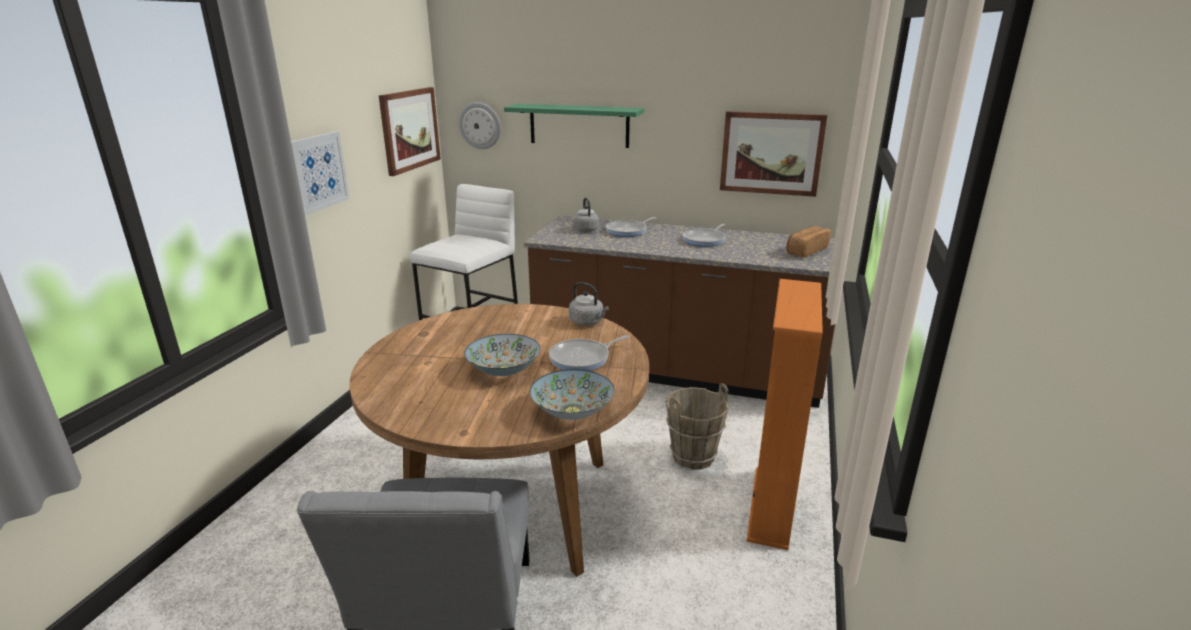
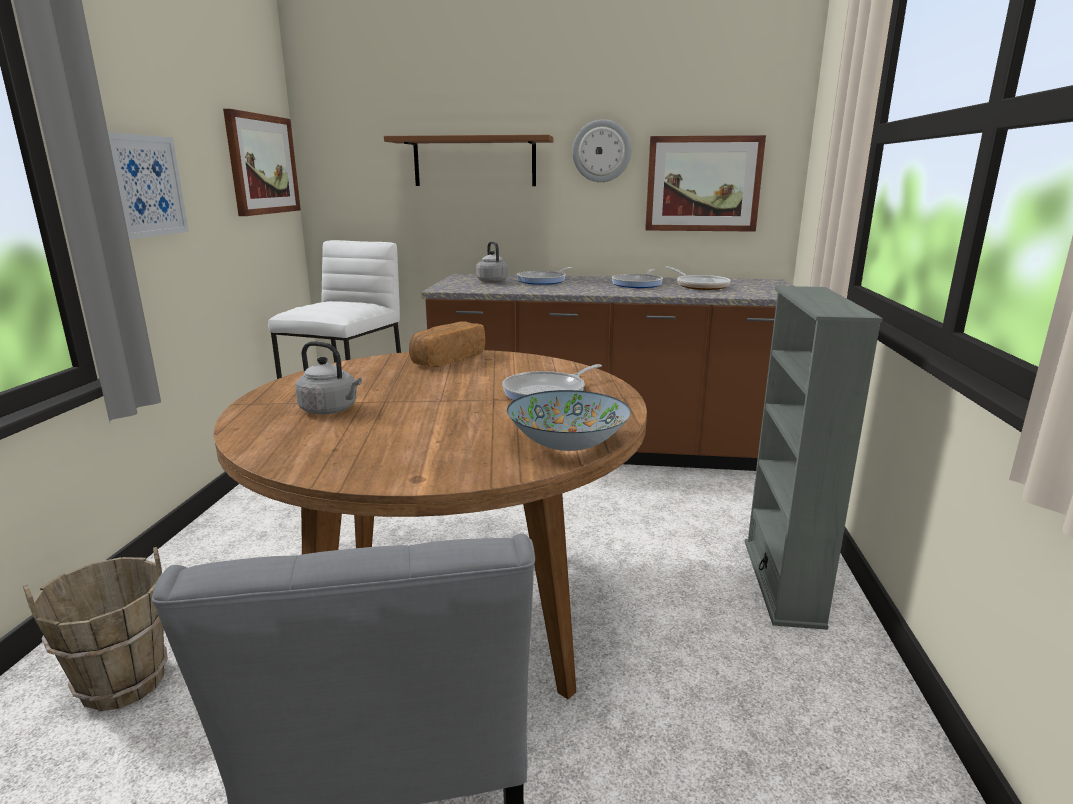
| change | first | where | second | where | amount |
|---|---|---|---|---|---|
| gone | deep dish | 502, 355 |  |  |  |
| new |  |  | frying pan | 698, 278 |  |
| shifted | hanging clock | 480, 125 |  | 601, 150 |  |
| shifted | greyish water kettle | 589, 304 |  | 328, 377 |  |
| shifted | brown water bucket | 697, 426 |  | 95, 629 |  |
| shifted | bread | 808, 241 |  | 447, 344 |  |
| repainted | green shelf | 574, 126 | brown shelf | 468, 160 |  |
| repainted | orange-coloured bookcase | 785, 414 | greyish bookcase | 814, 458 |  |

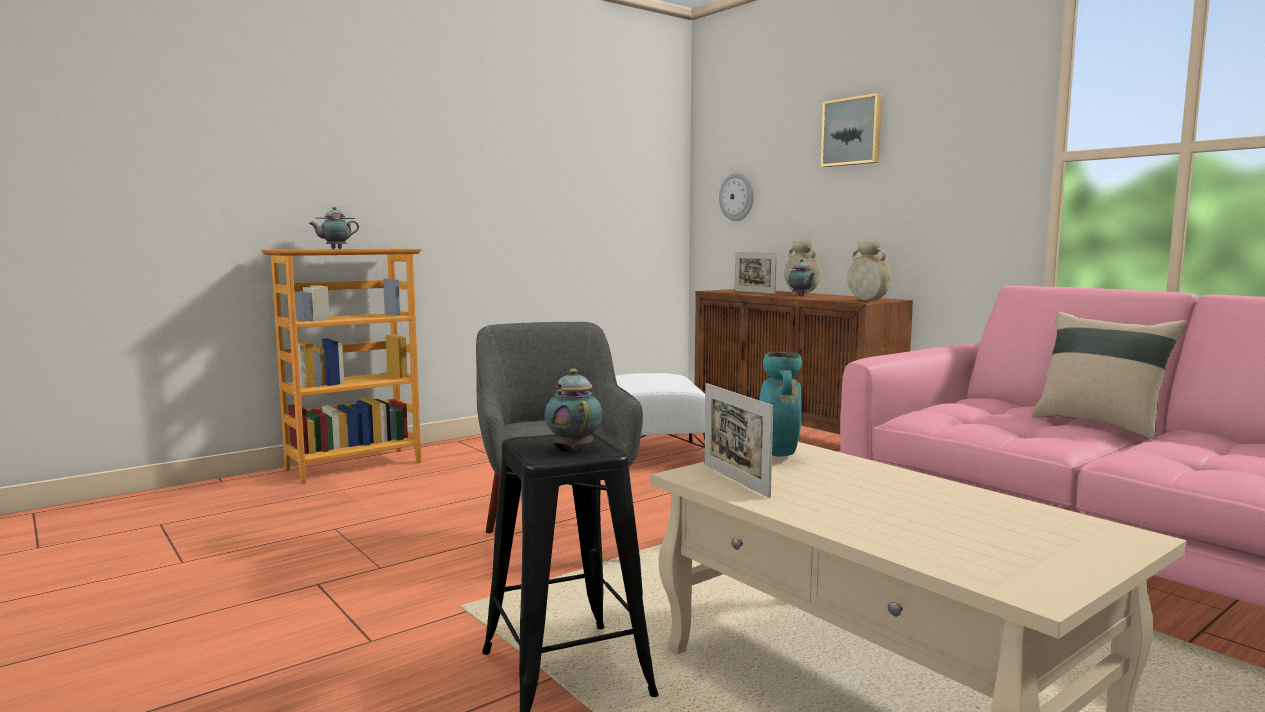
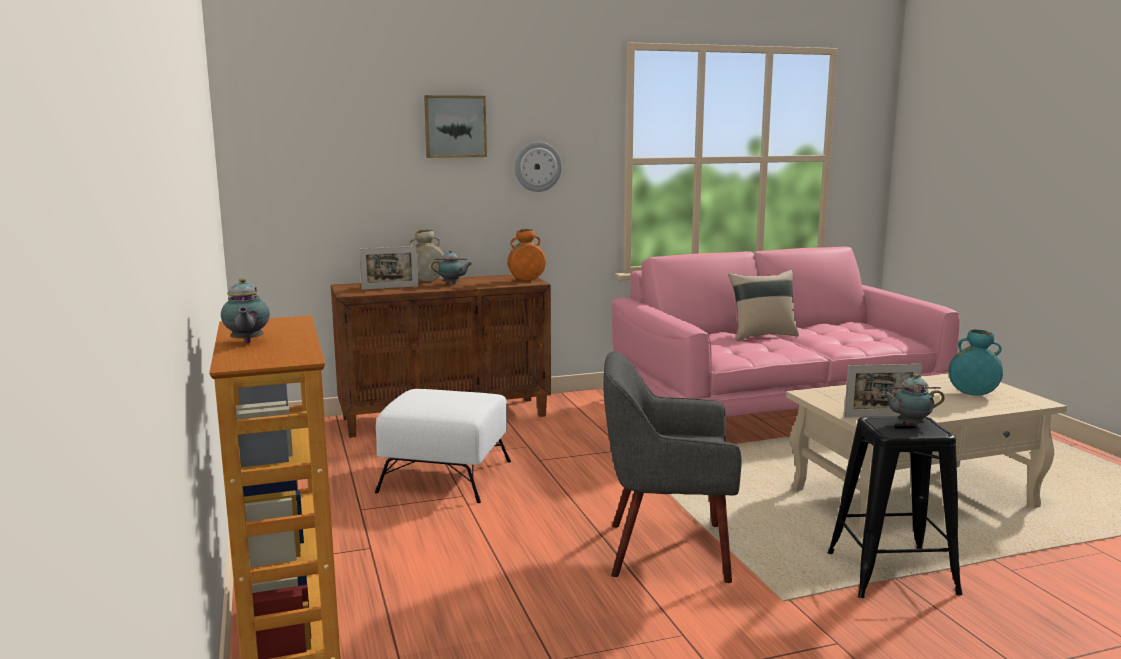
| change | first | where | second | where | amount |
|---|---|---|---|---|---|
| shifted | hanging clock | 736, 197 |  | 538, 167 |  |
| shifted | turquoise-coloured flower vase | 780, 404 |  | 975, 362 |  |
| repainted | sand-coloured flower vase | 869, 271 | orange-coloured flower vase | 526, 255 |  |

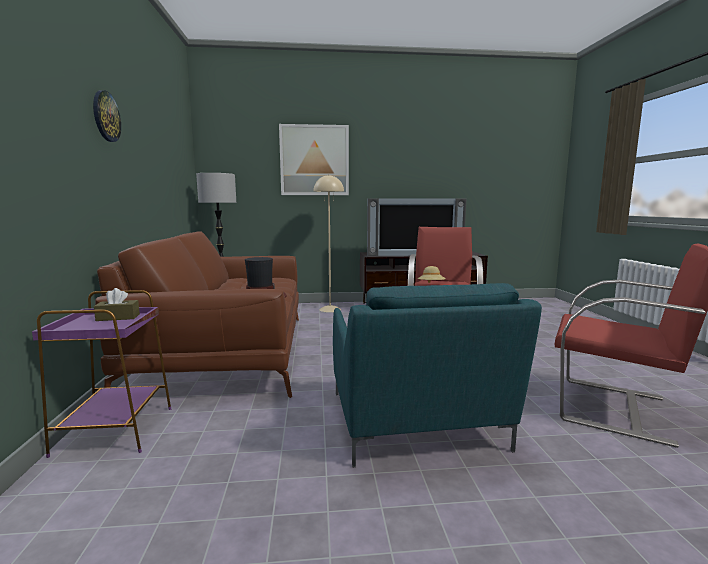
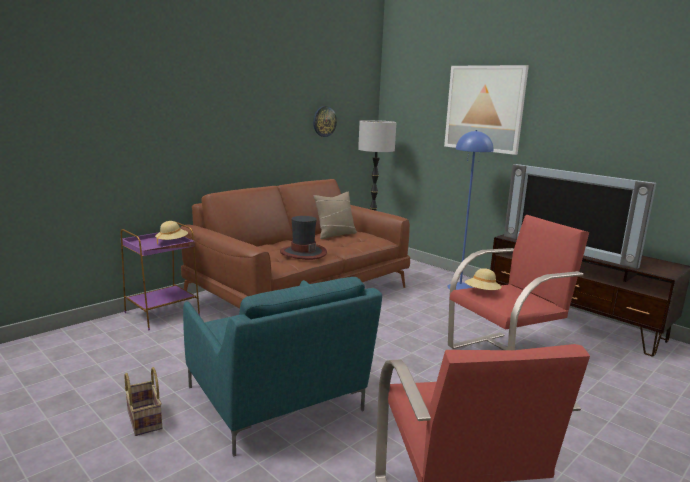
| change | first | where | second | where | amount |
|---|---|---|---|---|---|
| new |  |  | storage basket | 143, 401 |  |
| new |  |  | sand-coloured cushion | 335, 215 |  |
| shifted | hanging clock | 107, 116 |  | 325, 121 |  |
| swapped | brown tissue holder | 117, 304 | sand-coloured wearable hat | 171, 233 |  |
| repainted | sand-coloured standing lamp | 328, 243 | blue standing lamp | 470, 210 |  |
| rotated | turquoise-coloured armchair | 437, 375 |  | 282, 367 | 75 degrees counterclockwise |

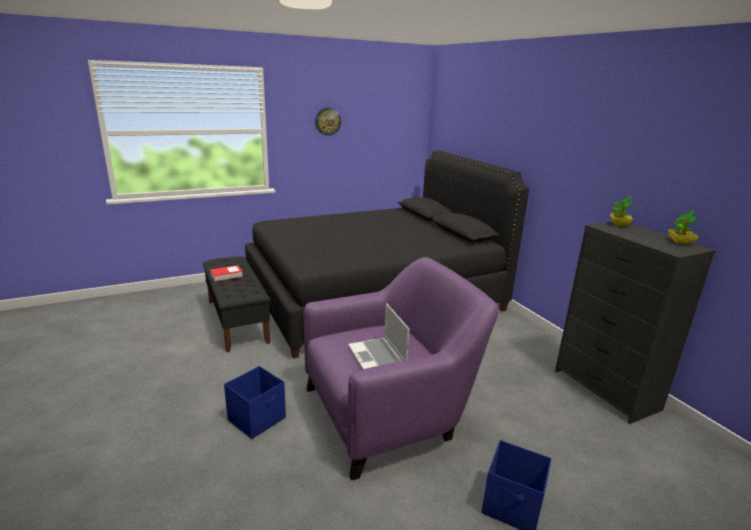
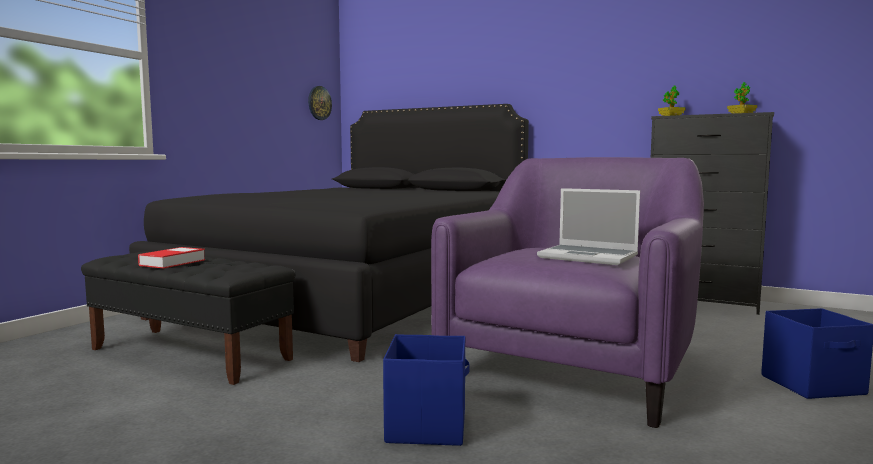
| change | first | where | second | where | amount |
|---|---|---|---|---|---|
| shifted | hanging clock | 328, 121 |  | 320, 103 |  |

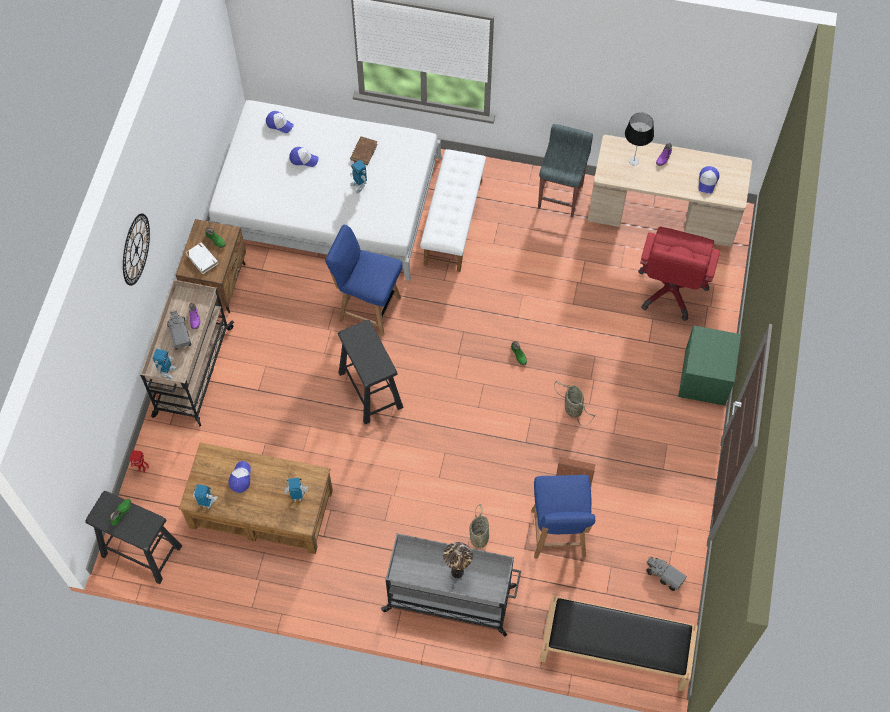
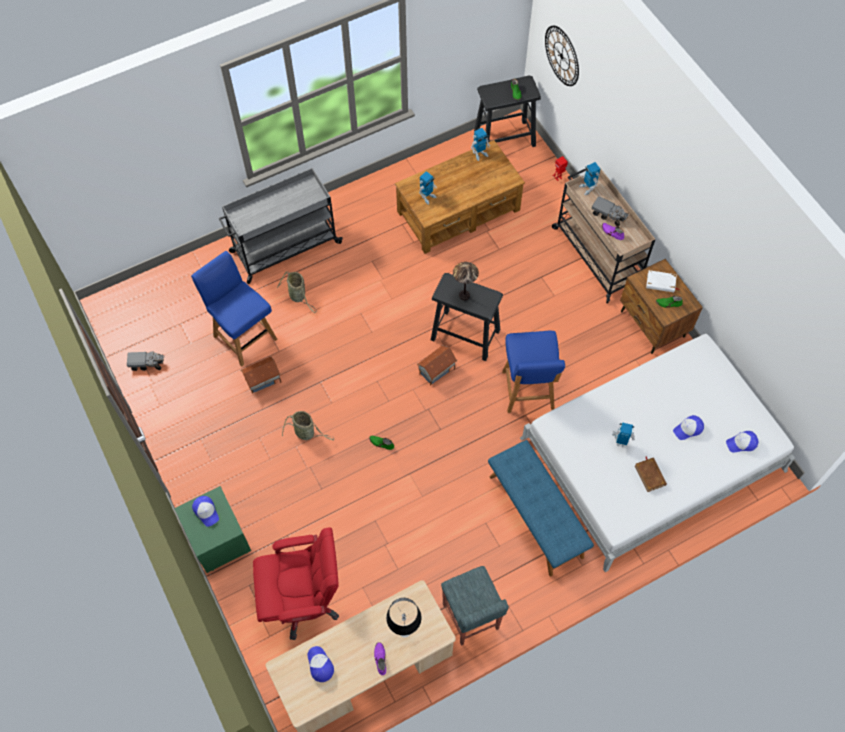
| change | first | where | second | where | amount |
|---|---|---|---|---|---|
| gone | black-coloured indoor bench | 619, 643 |  |  |  |
| new |  |  | toy house | 437, 365 |  |
| shifted | hanging clock | 136, 249 |  | 562, 55 |  |
| shifted | peaked cap | 239, 477 |  | 205, 511 |  |
| shifted | lamp for a table | 458, 560 |  | 466, 281 |  |
| repainted | white-coloured indoor bench | 453, 210 | blue indoor bench | 541, 508 |  |
| rotated | blue upright chair | 364, 280 |  | 533, 372 | 105 degrees clockwise |
| rotated | red computer chair | 679, 273 |  | 296, 583 | 105 degrees clockwise |

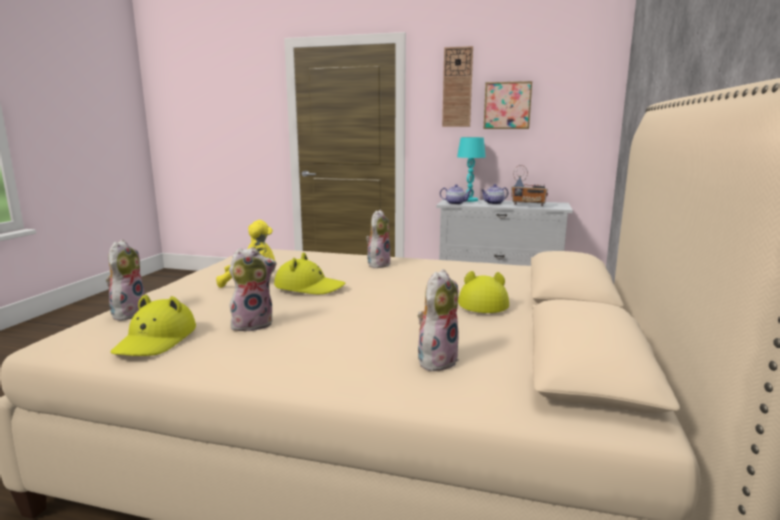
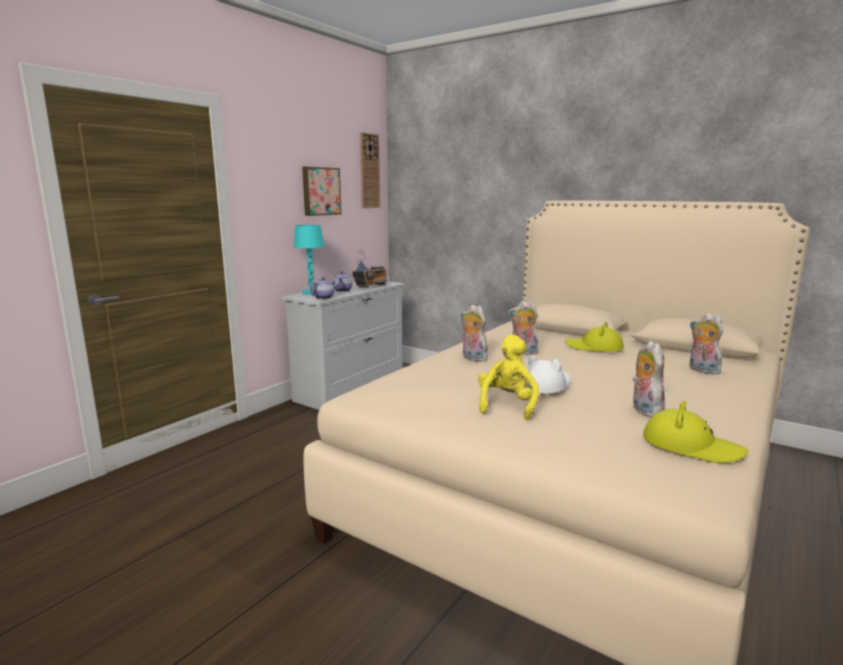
| change | first | where | second | where | amount |
|---|---|---|---|---|---|
| shifted | cuddly toy | 125, 280 |  | 523, 328 |  |
| shifted | hanging clock | 457, 86 |  | 370, 170 |  |
| repainted | yellow wearable hat | 310, 273 | white-coloured wearable hat | 548, 374 |  |

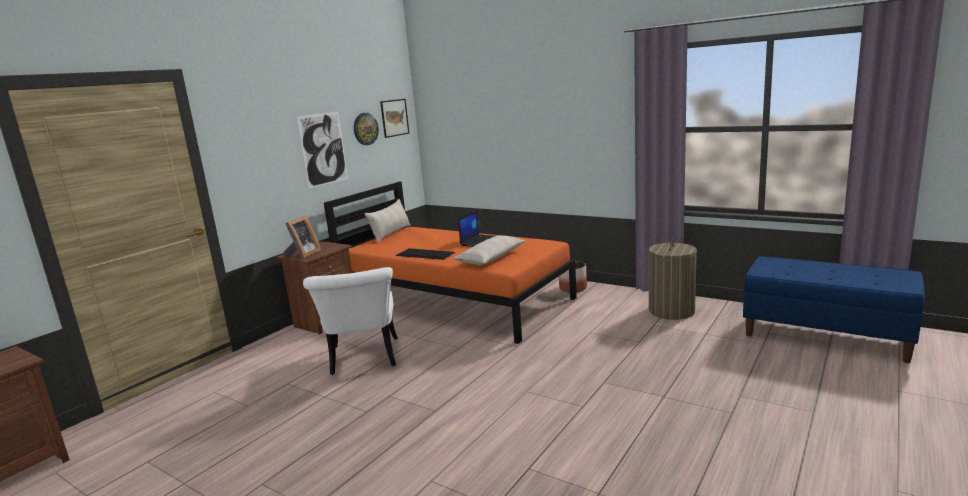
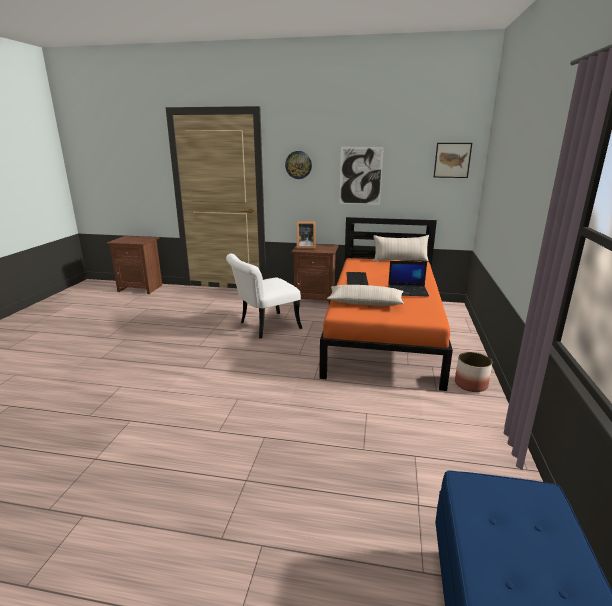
| change | first | where | second | where | amount |
|---|---|---|---|---|---|
| gone | laundry basket | 672, 279 |  |  |  |
| shifted | hanging clock | 366, 129 |  | 298, 165 |  |

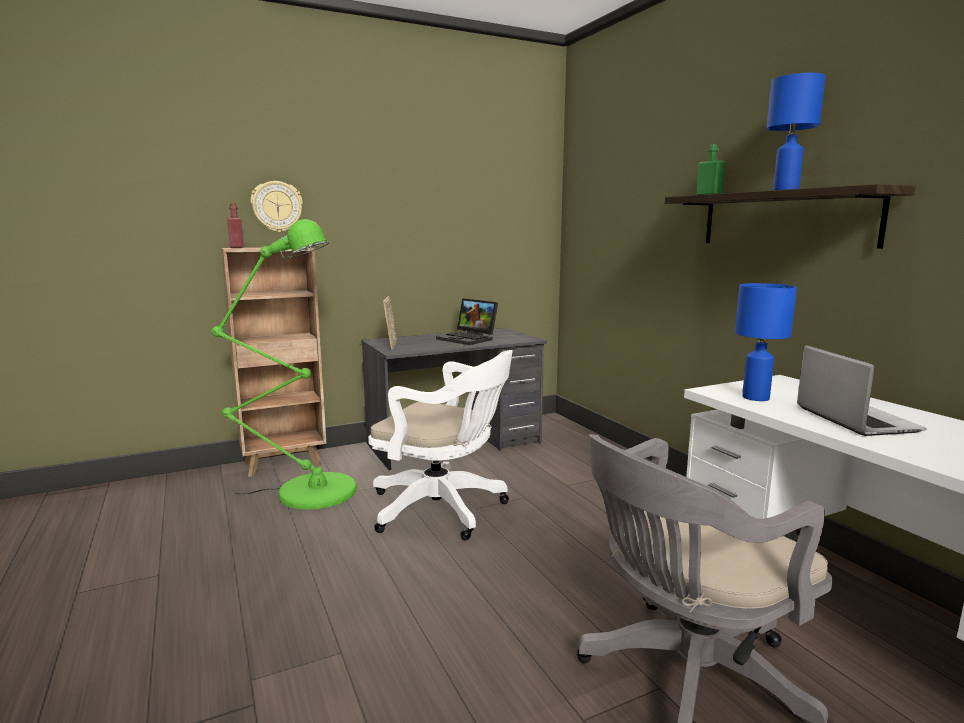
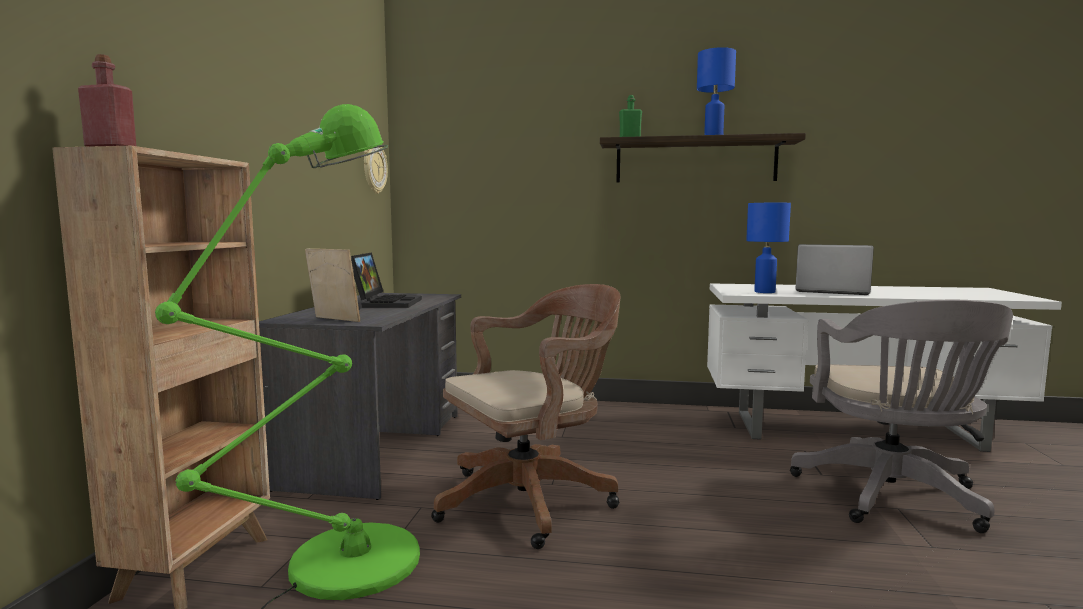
| change | first | where | second | where | amount |
|---|---|---|---|---|---|
| shifted | hanging clock | 277, 206 |  | 376, 170 |  |
| repainted | white-coloured computer chair | 440, 445 | brown computer chair | 525, 416 |  |
| rotated | laptop | 467, 321 |  | 386, 280 | 75 degrees counterclockwise |

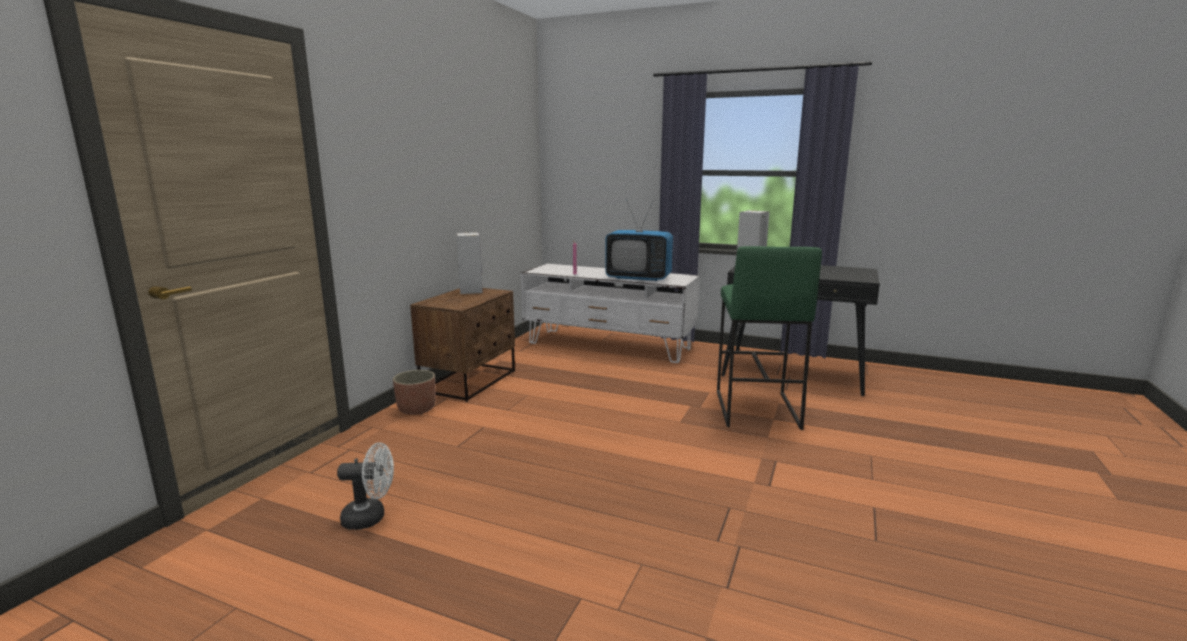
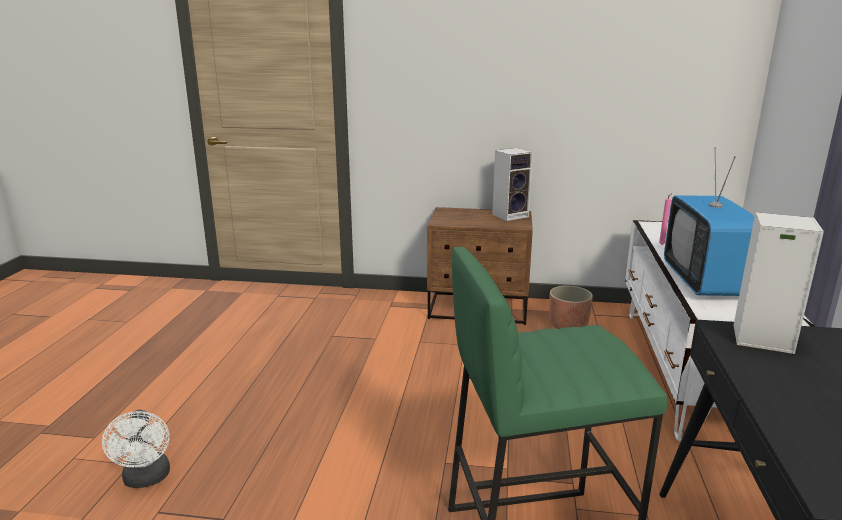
| change | first | where | second | where | amount |
|---|---|---|---|---|---|
| shifted | white-coloured cooling fan | 365, 486 |  | 136, 449 |  |
| shifted | planter | 414, 392 |  | 571, 307 |  |

